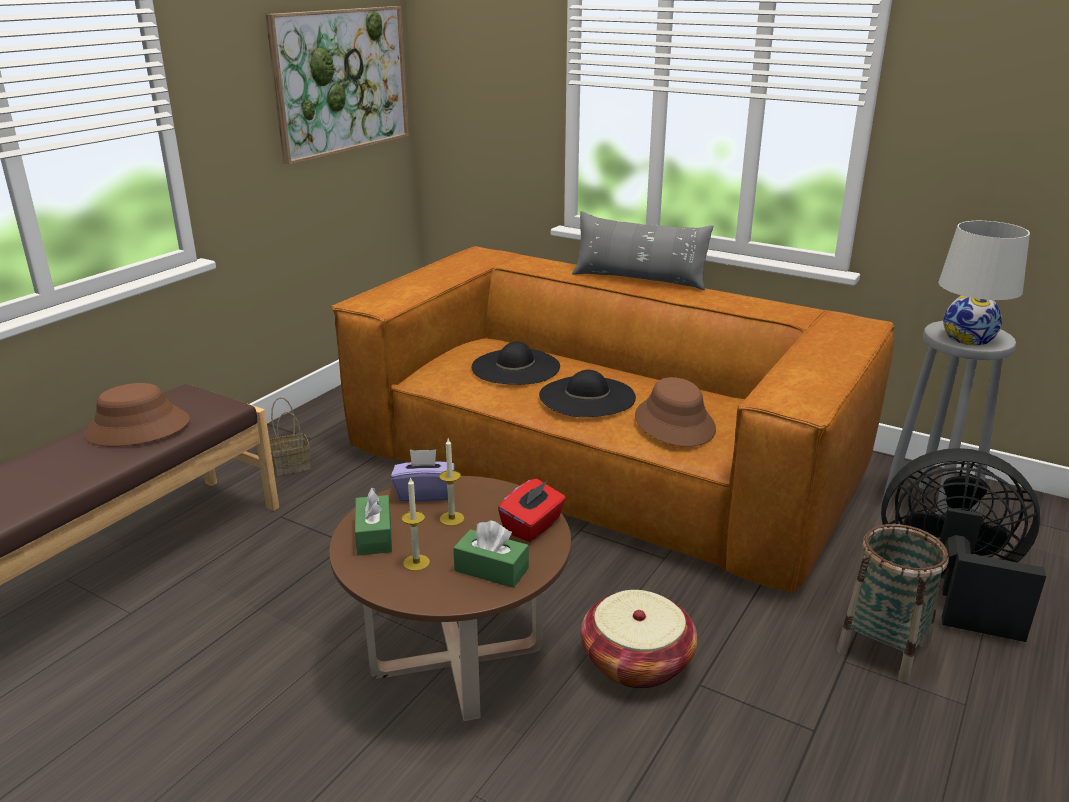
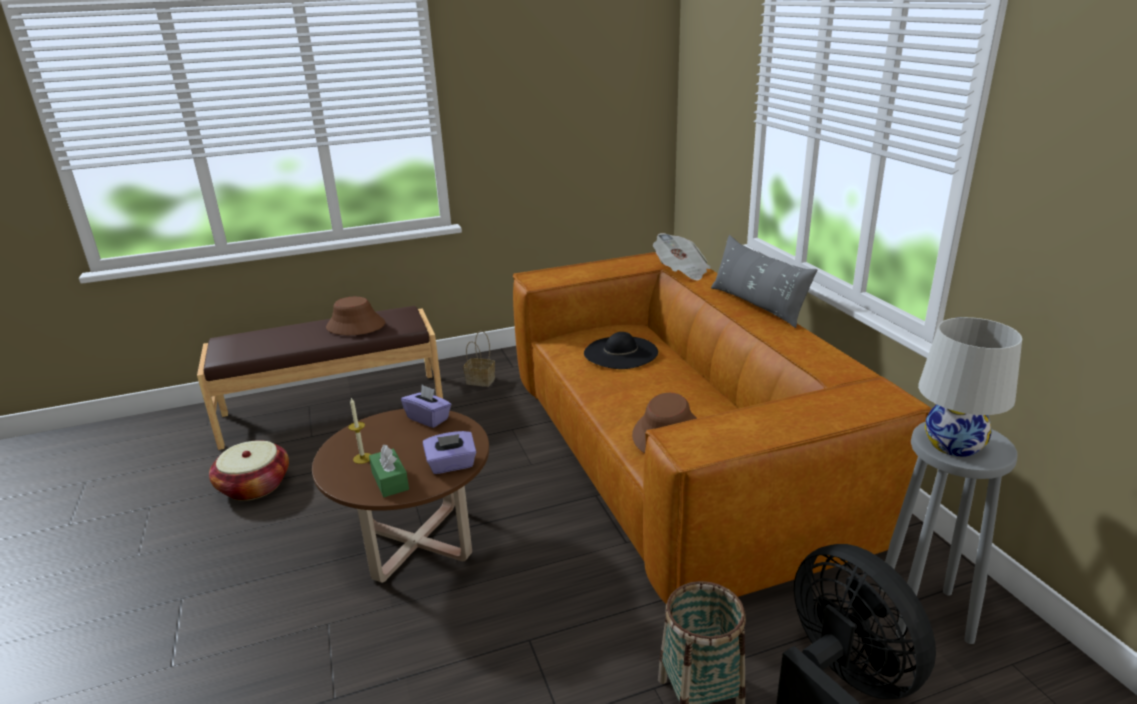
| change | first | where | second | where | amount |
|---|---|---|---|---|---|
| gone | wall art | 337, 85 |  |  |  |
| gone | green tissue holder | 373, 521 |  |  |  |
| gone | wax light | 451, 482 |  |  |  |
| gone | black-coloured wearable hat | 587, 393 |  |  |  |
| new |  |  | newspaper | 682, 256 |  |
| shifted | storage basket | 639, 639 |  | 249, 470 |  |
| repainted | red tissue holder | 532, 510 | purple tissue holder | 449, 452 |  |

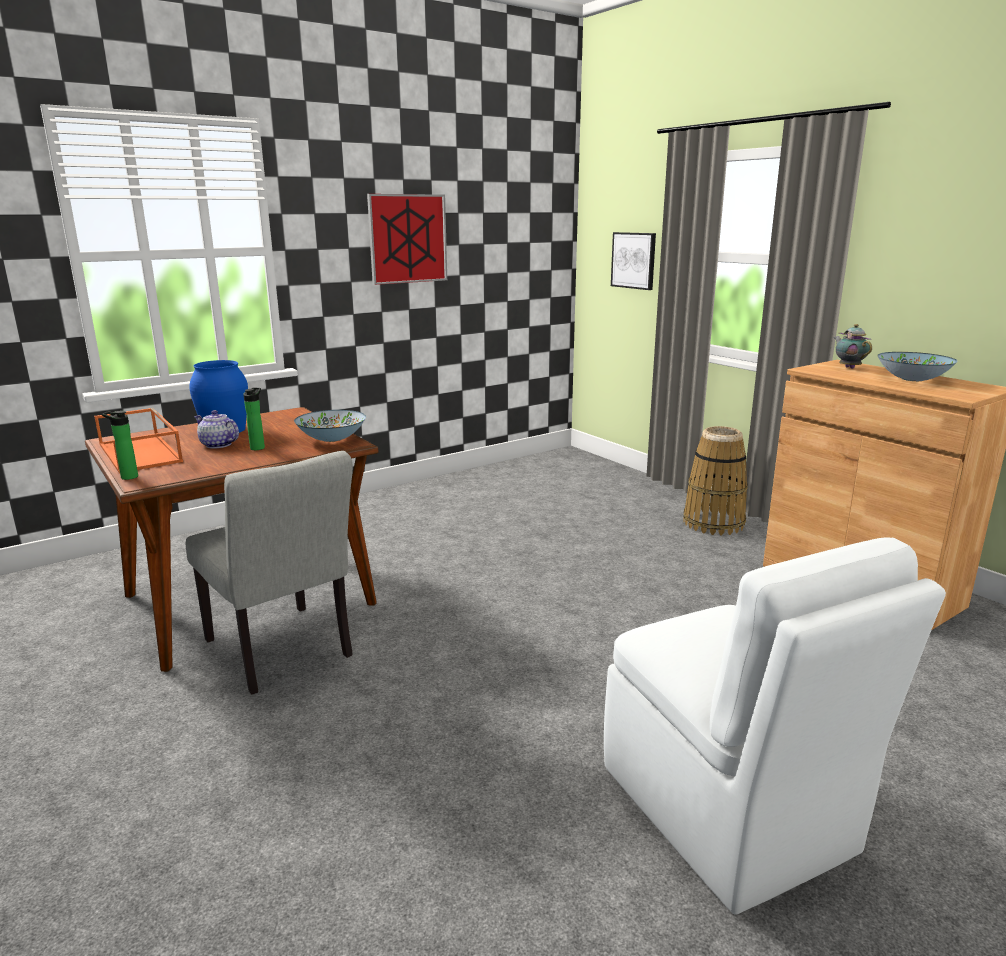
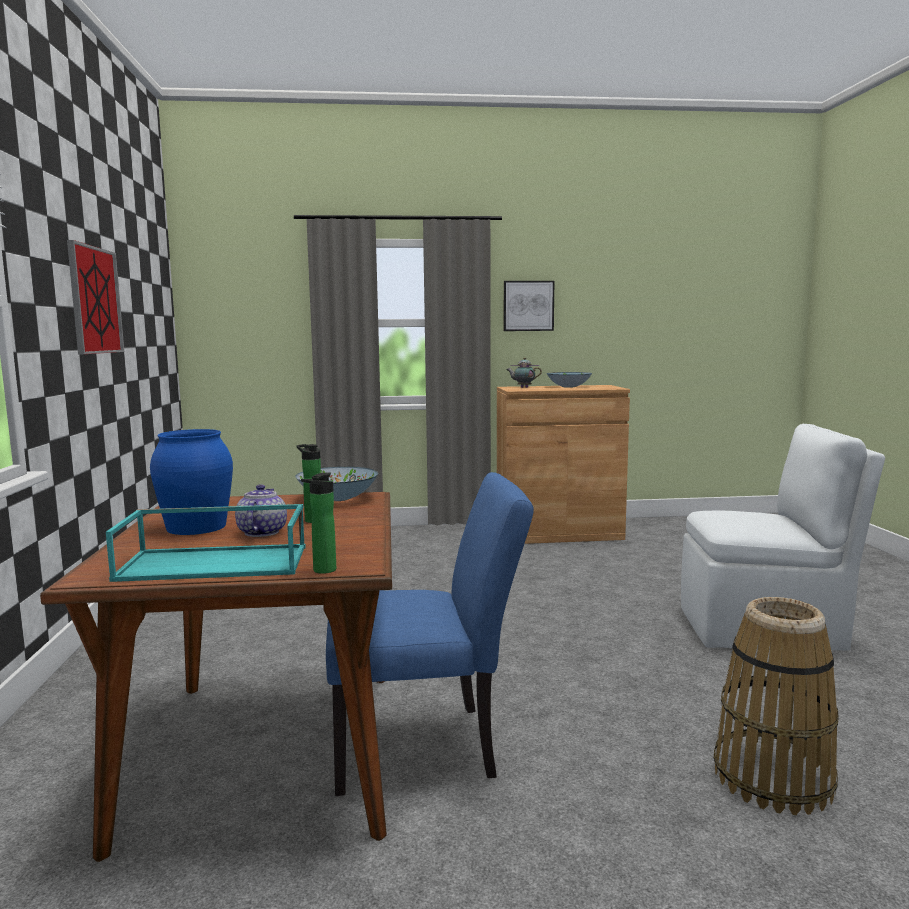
| change | first | where | second | where | amount |
|---|---|---|---|---|---|
| shifted | wall art | 633, 261 |  | 529, 306 |  |
| shifted | storage basket | 715, 480 |  | 776, 706 |  |
| repainted | orange-coloured serving tray | 138, 440 | turquoise-coloured serving tray | 206, 543 |  |
| repainted | greyish upright chair | 269, 572 | blue upright chair | 430, 634 |  |
| rotated | tea pot | 216, 429 |  | 261, 510 | 120 degrees clockwise |

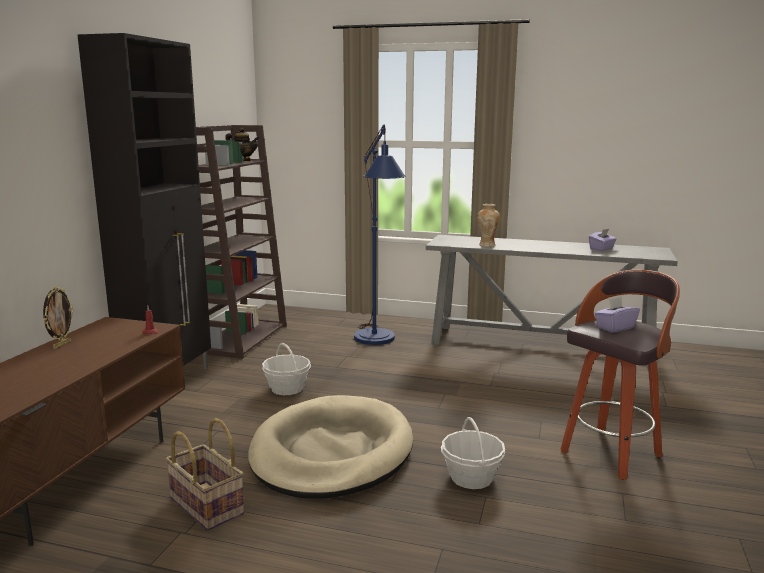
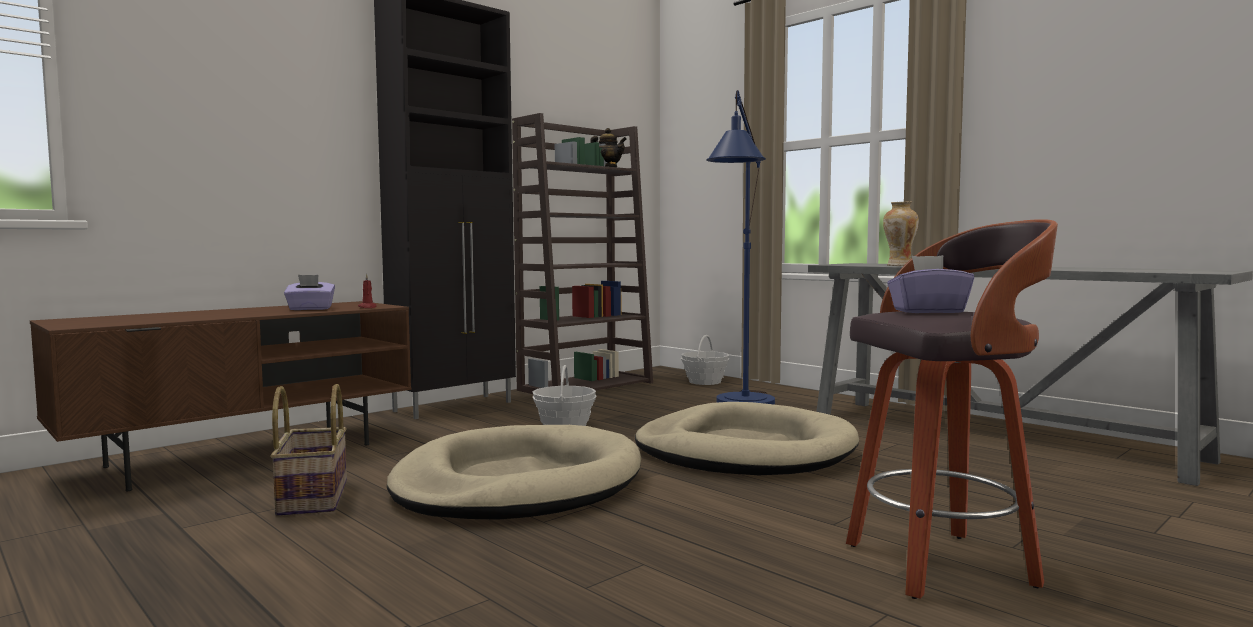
| change | first | where | second | where | amount |
|---|---|---|---|---|---|
| gone | photo frame | 58, 317 |  |  |  |
| new |  |  | sand-coloured pet bed | 747, 438 |  |
| shifted | storage basket | 473, 453 |  | 705, 360 |  |
| shifted | purple tissue holder | 603, 240 |  | 309, 292 |  |

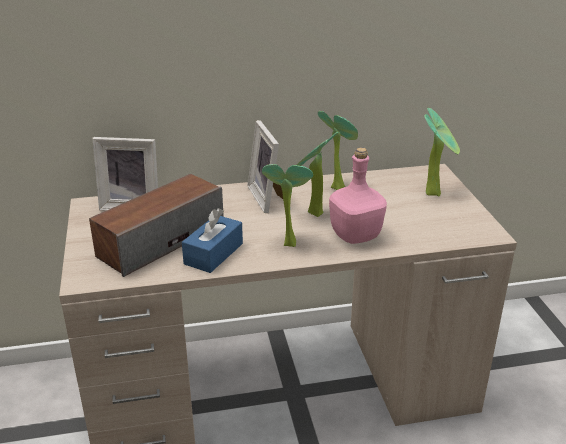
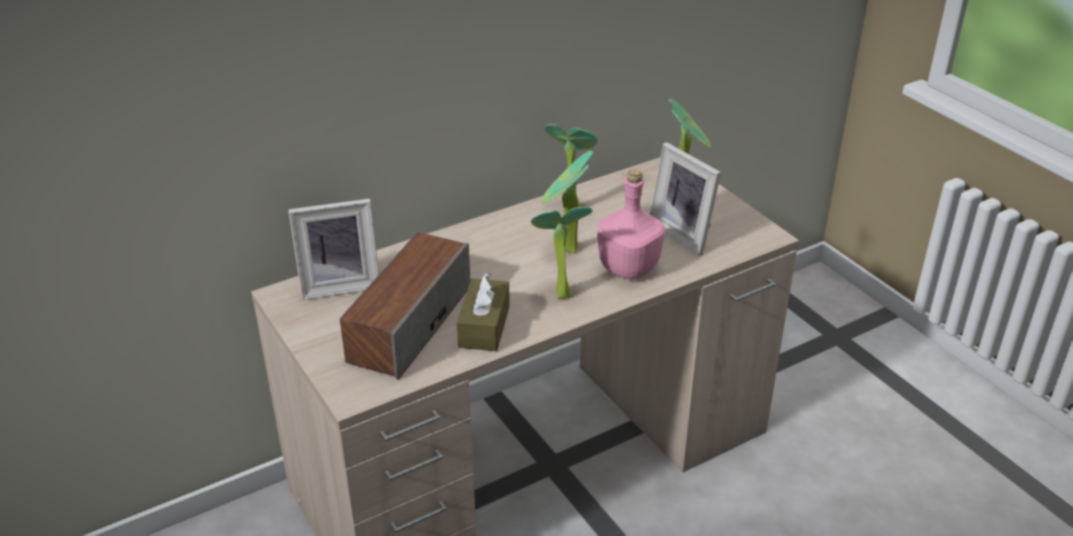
| change | first | where | second | where | amount |
|---|---|---|---|---|---|
| shifted | photo frame | 265, 166 |  | 685, 199 |  |
| repainted | blue tissue holder | 212, 240 | brown tissue holder | 483, 312 |  |

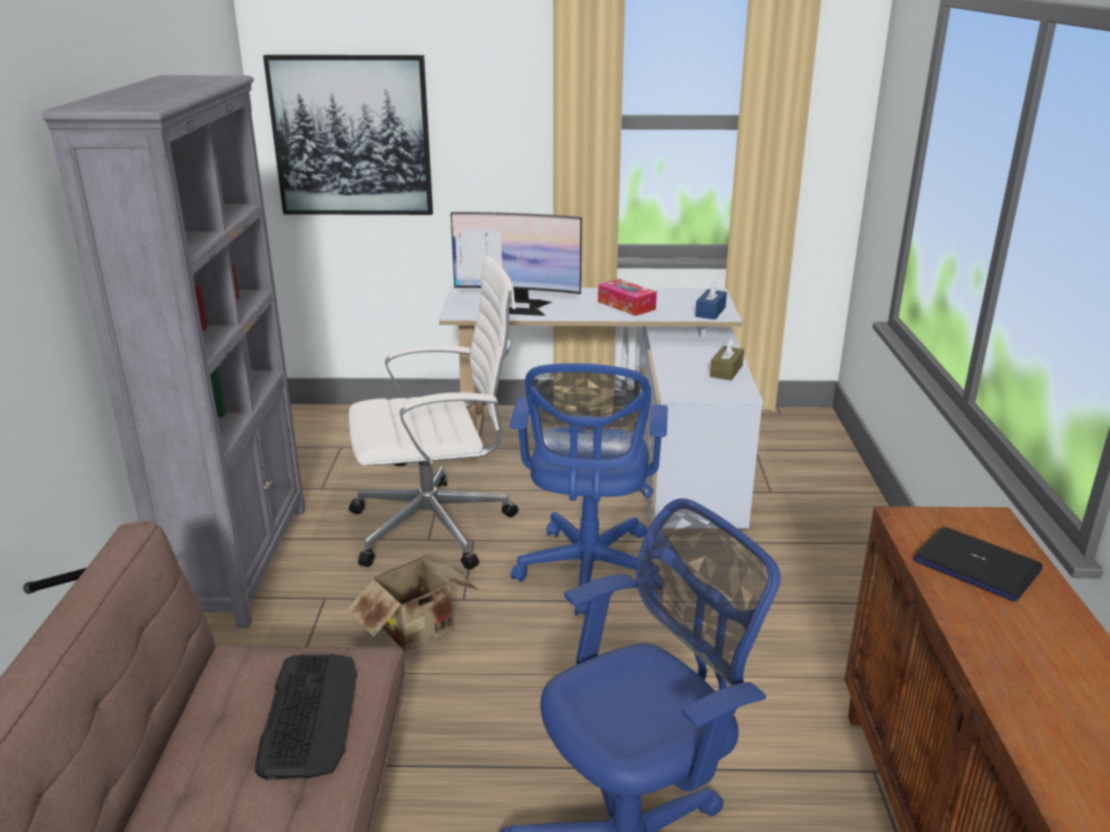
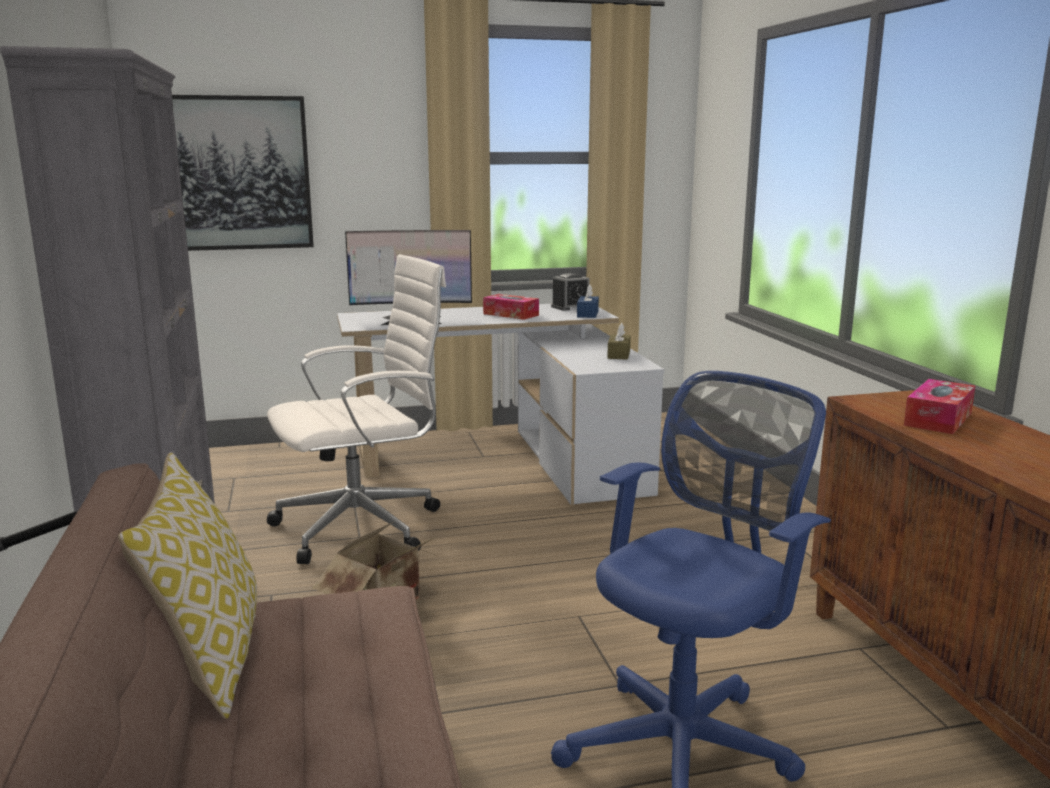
| change | first | where | second | where | amount |
|---|---|---|---|---|---|
| gone | keyboard | 306, 717 |  |  |  |
| gone | blue computer chair | 589, 489 |  |  |  |
| new |  |  | cushion | 187, 585 |  |
| new |  |  | bedside clock | 570, 292 |  |
| swapped | laptop | 978, 564 | tissue holder | 939, 406 |  |

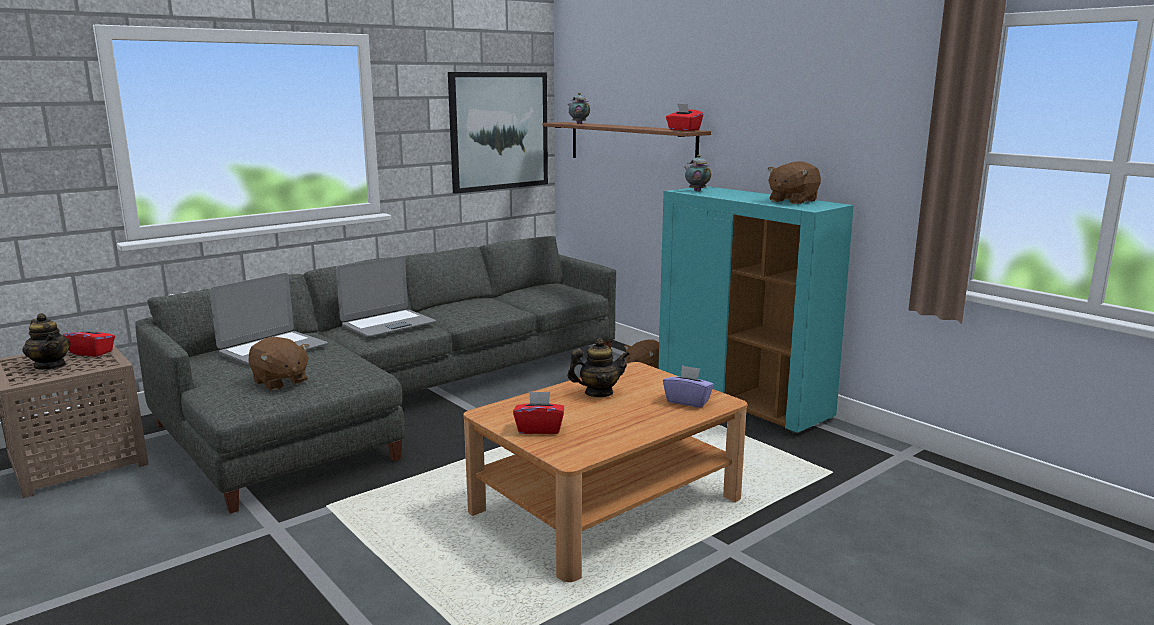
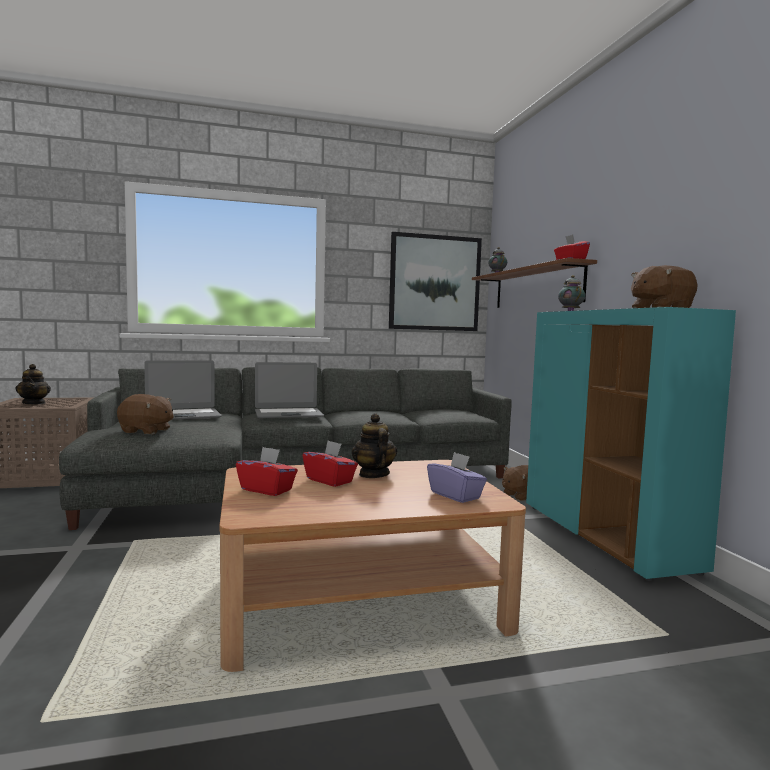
| change | first | where | second | where | amount |
|---|---|---|---|---|---|
| shifted | red tissue holder | 89, 339 |  | 330, 463 |  |
| rotated | brown cuddly toy | 279, 363 |  | 145, 414 | 60 degrees counterclockwise |
| rotated | tea pot | 598, 367 |  | 374, 445 | 120 degrees counterclockwise |

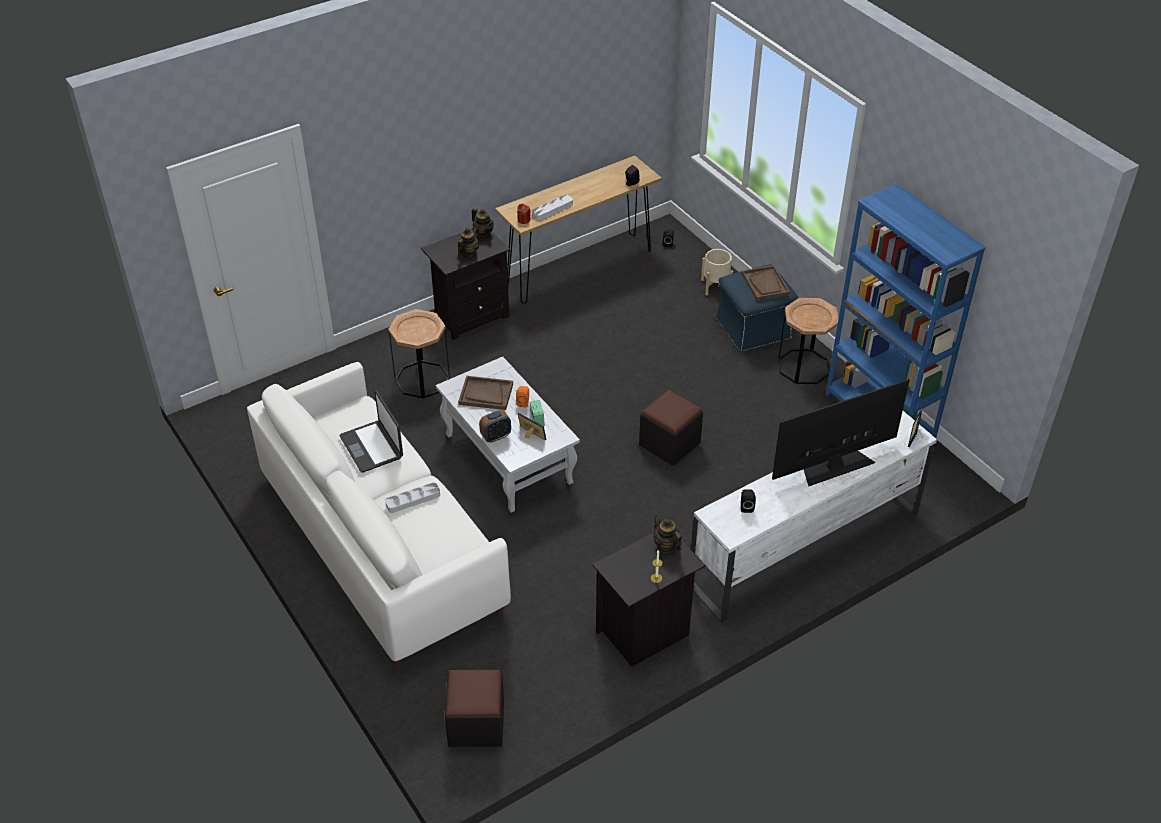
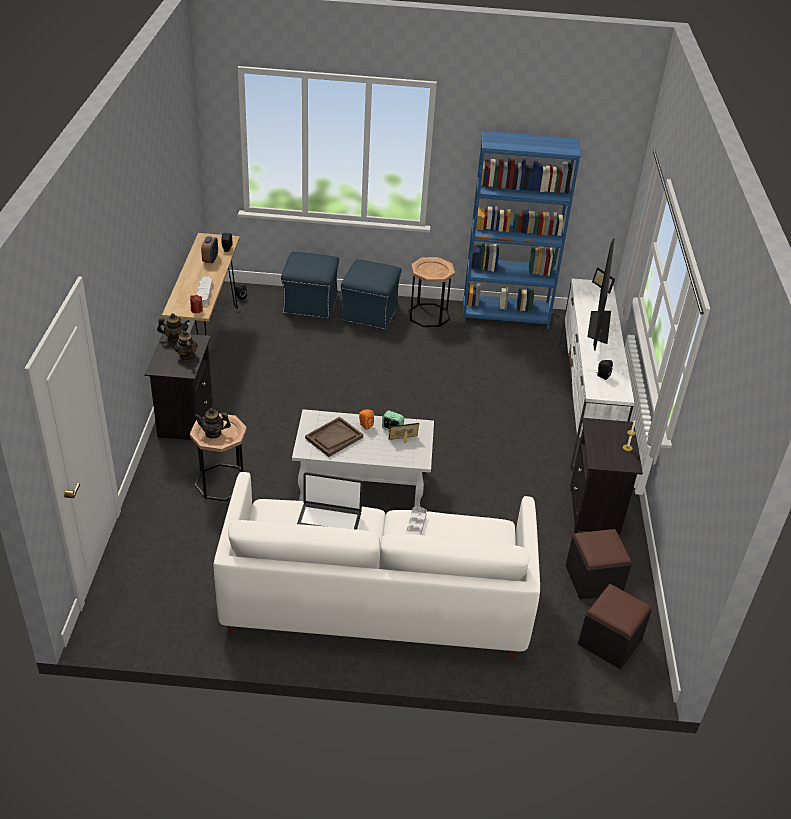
| change | first | where | second | where | amount |
|---|---|---|---|---|---|
| gone | brown serving tray | 765, 283 |  |  |  |
| shifted | bedside clock | 495, 426 |  | 209, 250 |  |
| shifted | black-coloured pouffe | 671, 428 |  | 599, 564 |  |
| shifted | tea pot | 667, 534 |  | 212, 423 |  |
| swapped | sand-coloured planter | 717, 272 | blue pouffe | 310, 285 |  |

